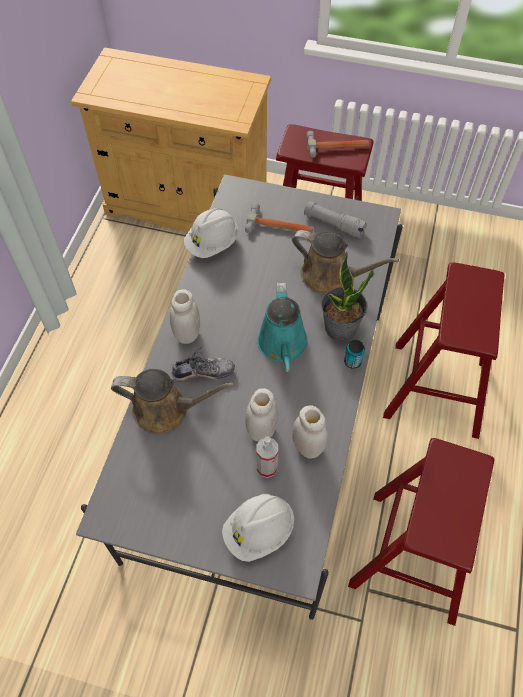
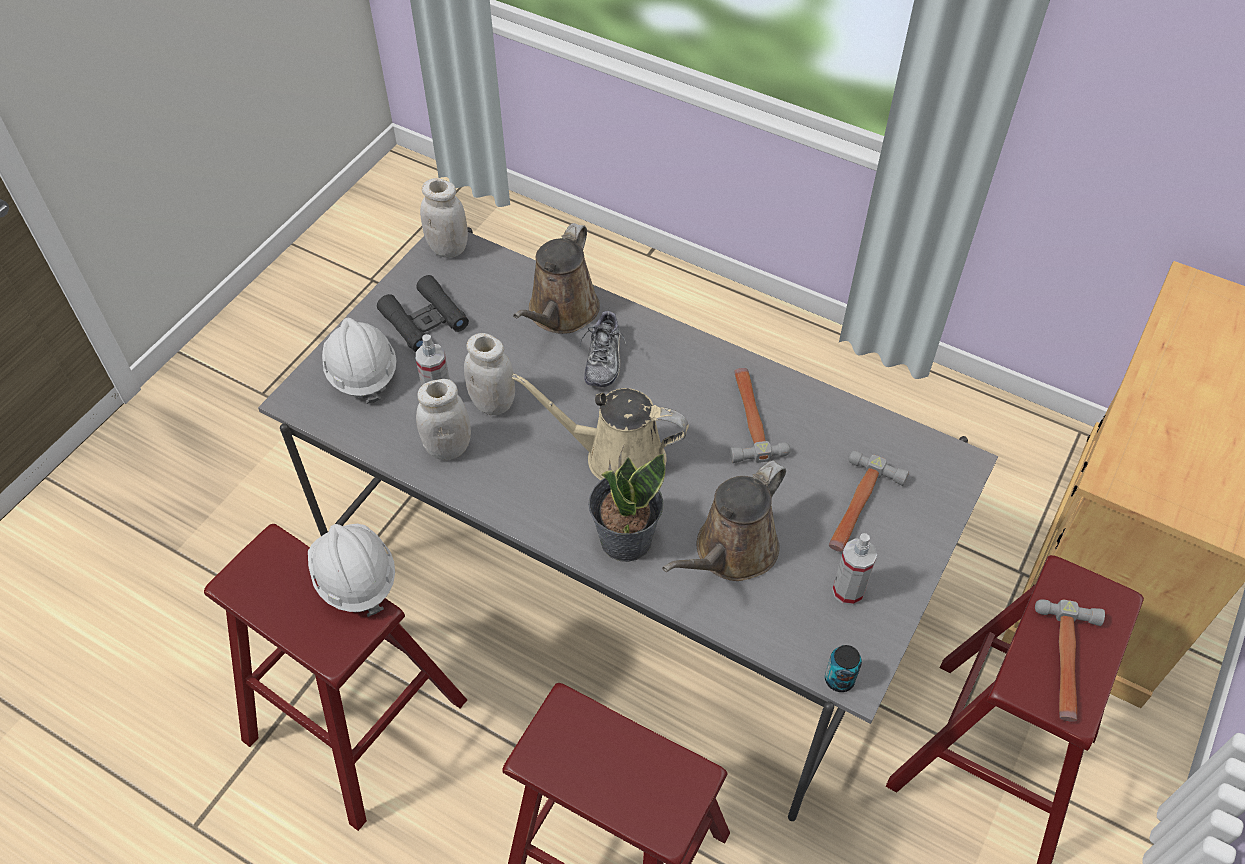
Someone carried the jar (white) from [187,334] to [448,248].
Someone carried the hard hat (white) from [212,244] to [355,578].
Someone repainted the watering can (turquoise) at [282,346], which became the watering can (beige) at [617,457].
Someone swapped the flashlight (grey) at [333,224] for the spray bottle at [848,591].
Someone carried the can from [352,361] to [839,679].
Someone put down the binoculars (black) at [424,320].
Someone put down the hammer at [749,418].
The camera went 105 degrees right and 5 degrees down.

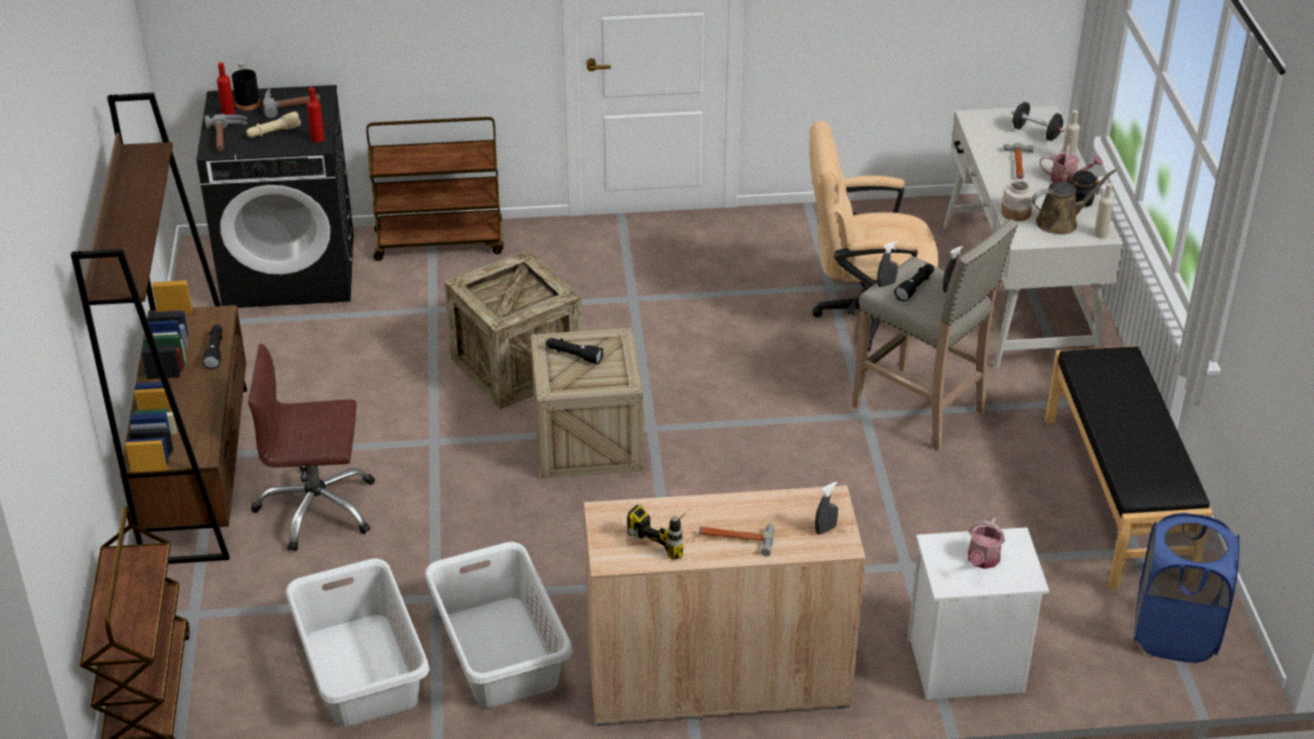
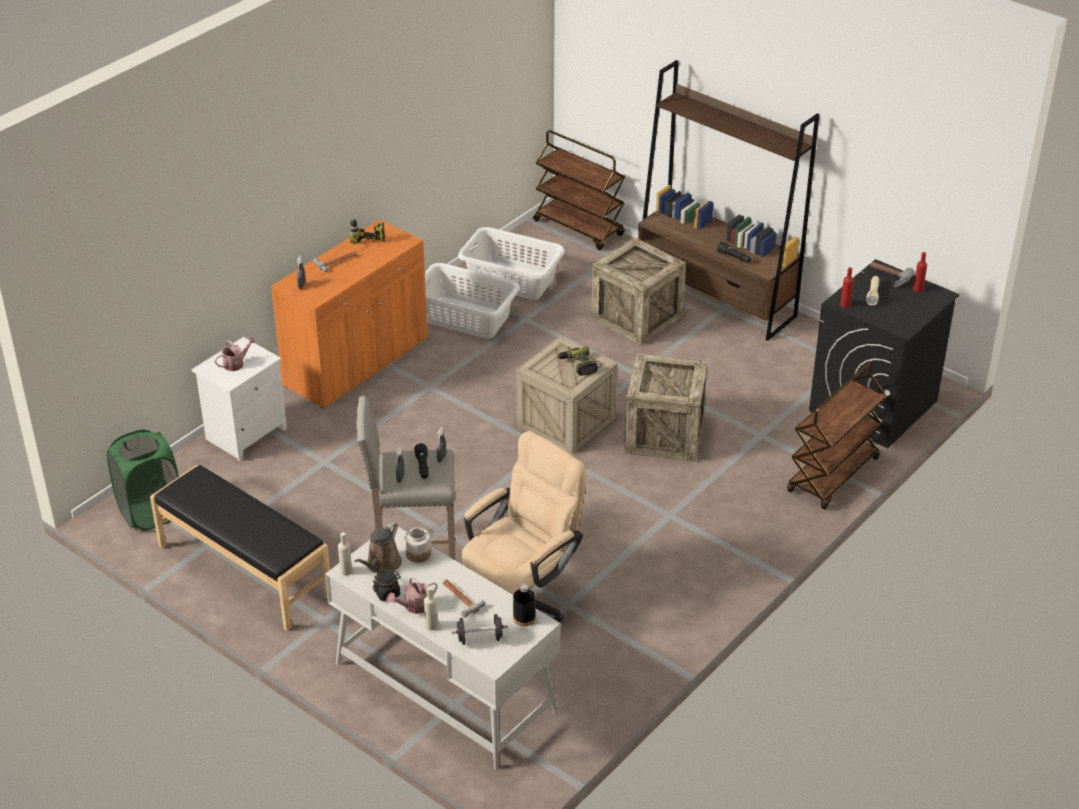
Someone carried the bottle (black) from [248,104] to [524,618].
Someone swapped the office chair (brown) at [317,508] for the crate at [636,317].
Someone took away the hammer at [291,104].
Someone swapped the flashlight (black) at [574,355] for the power drill at [577,365].
Someone repainted the cabinet (beige) at [717,679], which became the cabinet (orange) at [356,363].
Someone rotated the watering can at [982,561] by 75 degrees clockwise.
Someone repainted the laundry basket (blue) at [1175,633], which became the laundry basket (green) at [150,512].
The camera went 135 degrees right and 0 degrees up.

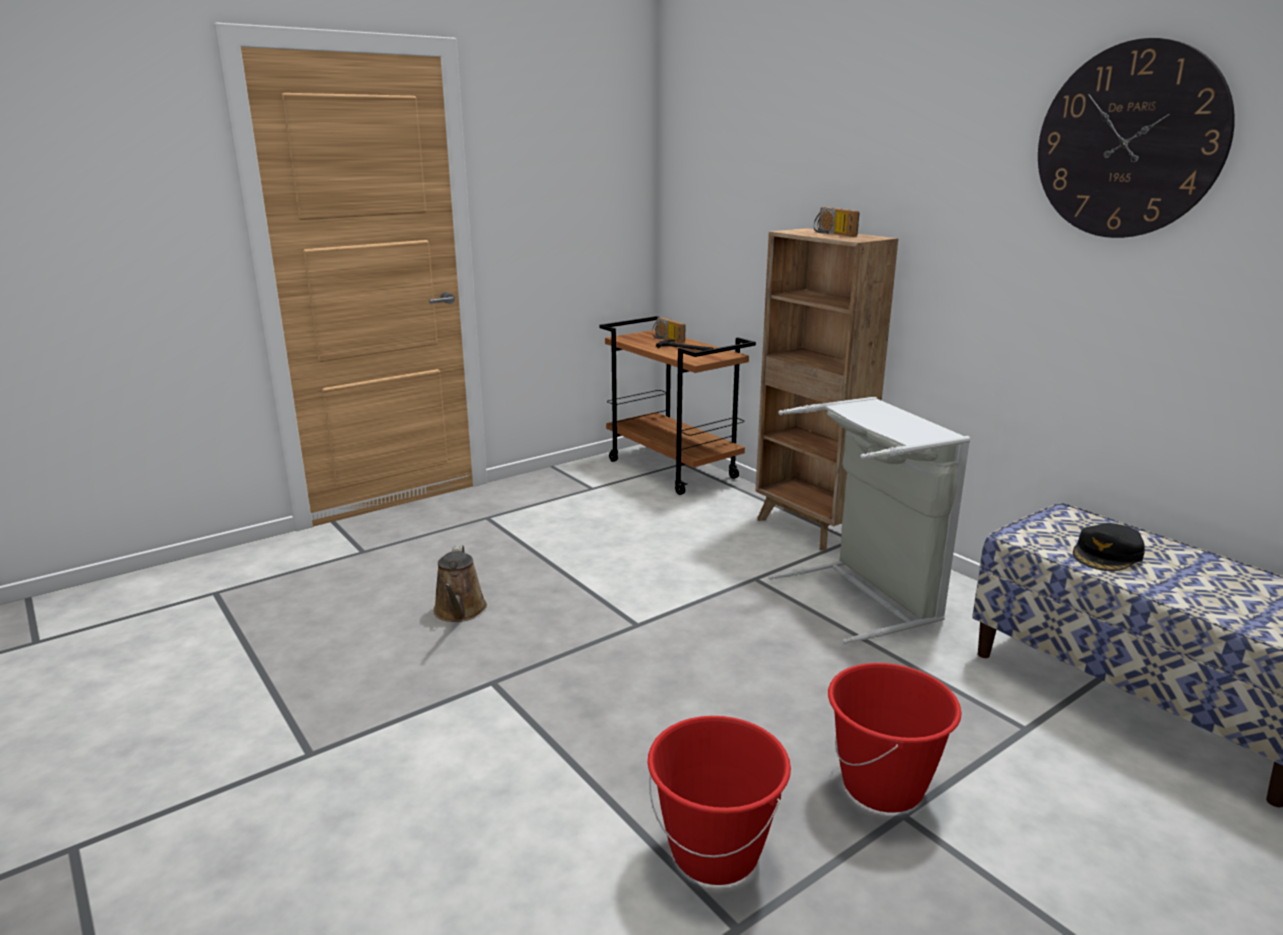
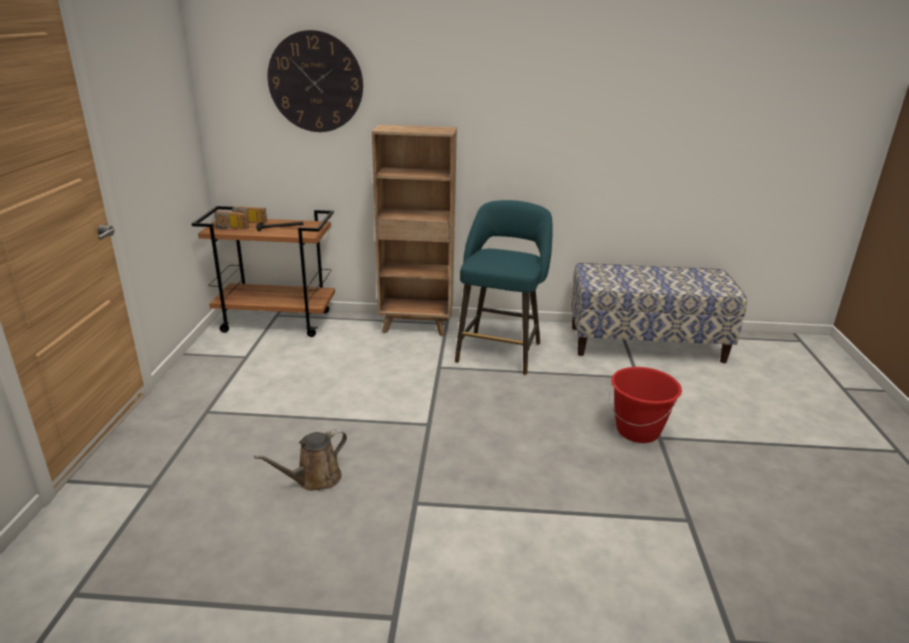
Someone rotated the watering can (brown) at [459,611] by 105 degrees clockwise.
Someone took away the bucket (red) at [715,852].
Someone swapped the laundry basket (grey) at [867,596] for the stool (turquoise) at [500,350].
Someone carried the radio from [832,233] to [229,228].
Someone carried the wall clock from [1129,141] to [315,82].
Someone took away the cap (black) at [1107,555].
The camera went 50 degrees left and 5 degrees up.

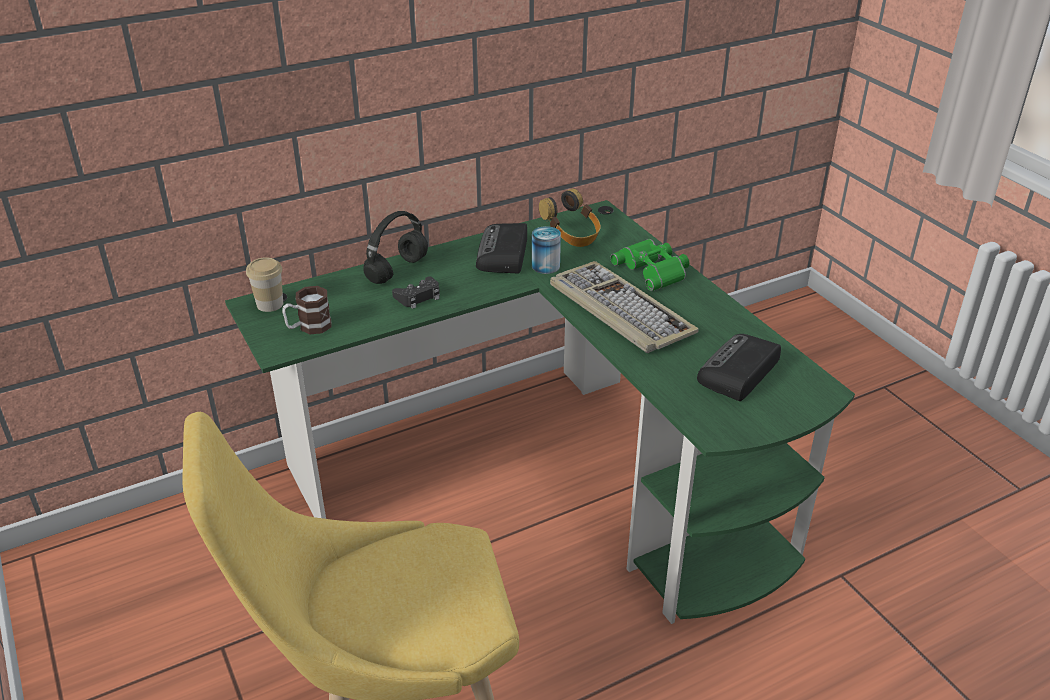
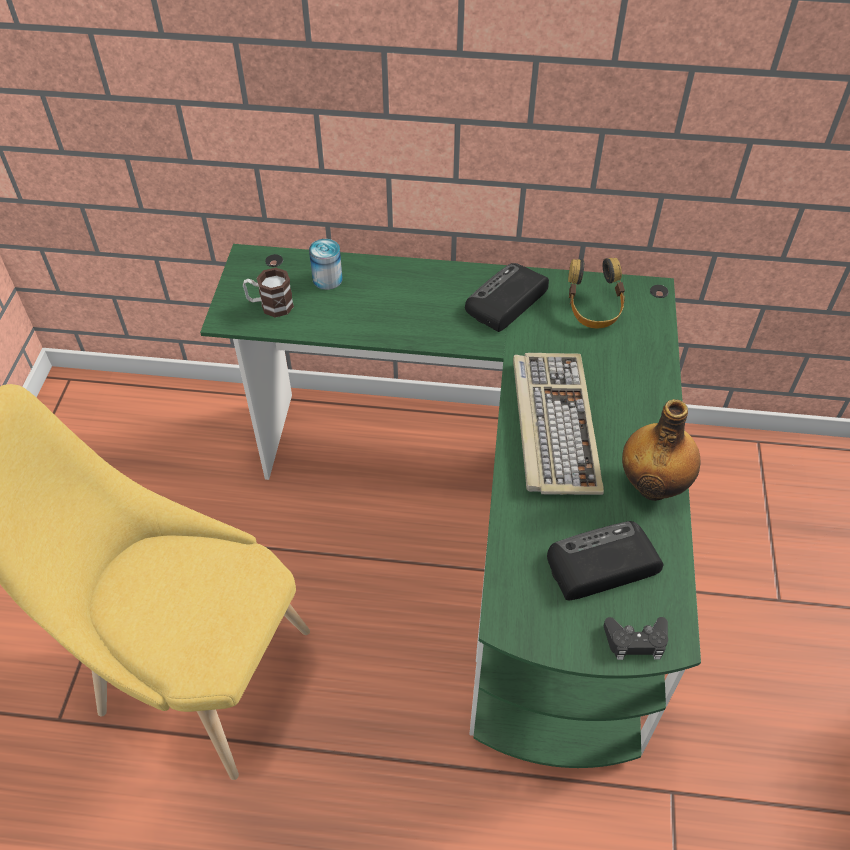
Someone took away the cup at [270,304].
Someone took away the headphones (black) at [397,269].
Someone carried the game controller (black) from [418,297] to [636,641].
Someone carried the can from [545,266] to [327,279].
Someone took away the binoculars (green) at [654,269].
Someone put down the bottle at [653,485].
The camera went 35 degrees right and 15 degrees up.

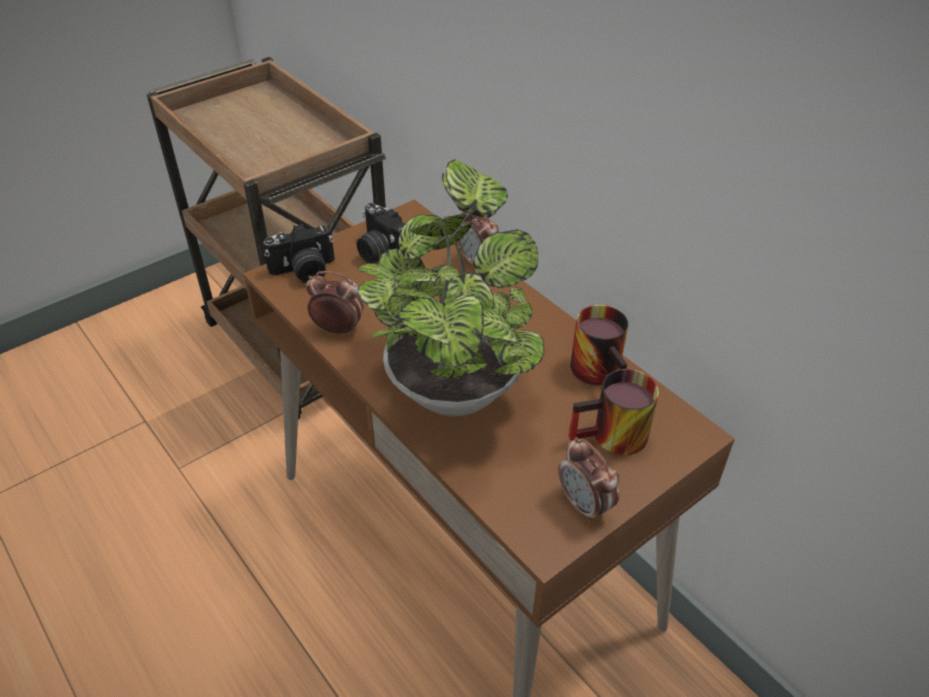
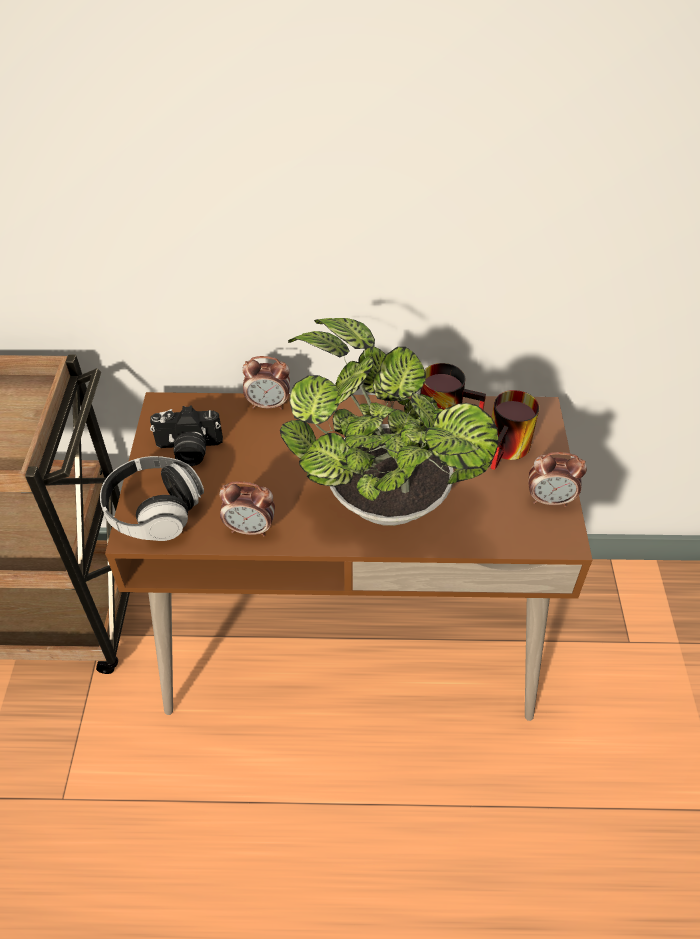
Someone swapped the photo camera at [304,272] for the headphones at [154,511].
Someone rotated the alarm clock at [338,329] by 135 degrees counterclockwise.
The camera went 50 degrees left and 5 degrees up.

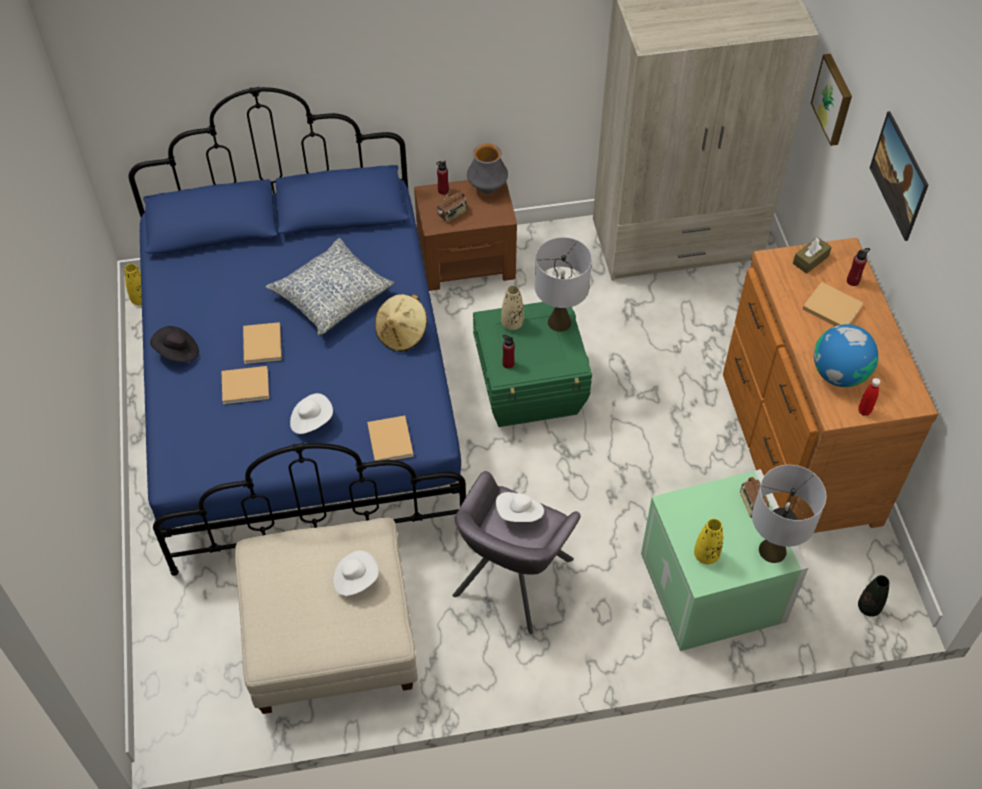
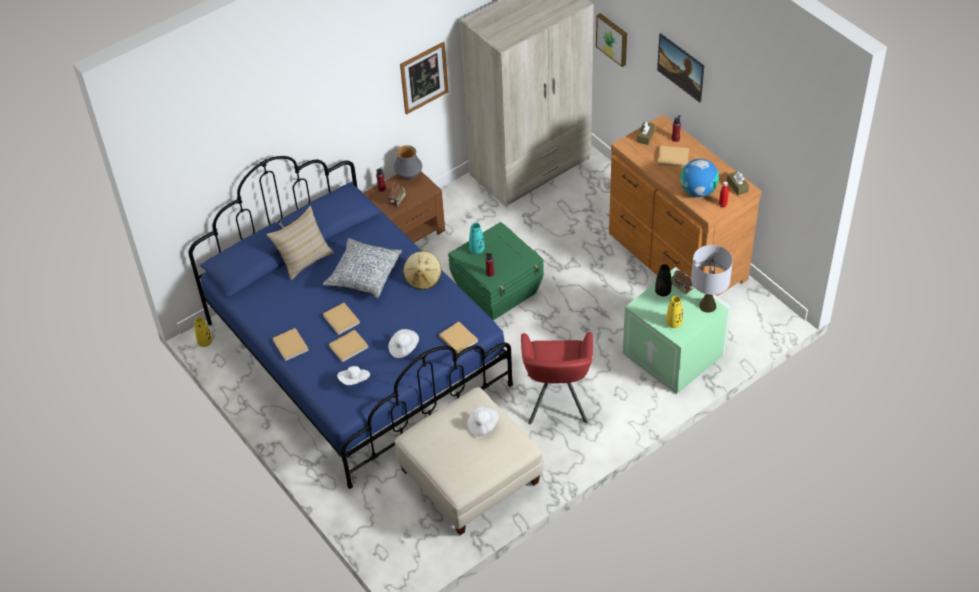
Someone swapped the hat (black) at [177,352] for the book (beige) at [291,346].
Someone repainted the armchair (grey) at [512,577], which became the armchair (red) at [557,399].
Someone carried the hat (white) from [519,514] to [355,381].
Someone repainted the vase (beige) at [512,323], which became the vase (turquoise) at [477,250].
Someone took away the table lamp (grey) at [559,322].
Someone carried the vase (black) from [868,607] to [662,292].
Someone put down the pillow (beige) at [304,258].
Someone put up the picture at [424,77].
Someone put down the tissue box (brown) at [737,186].
The camera went 25 degrees left and 5 degrees down.

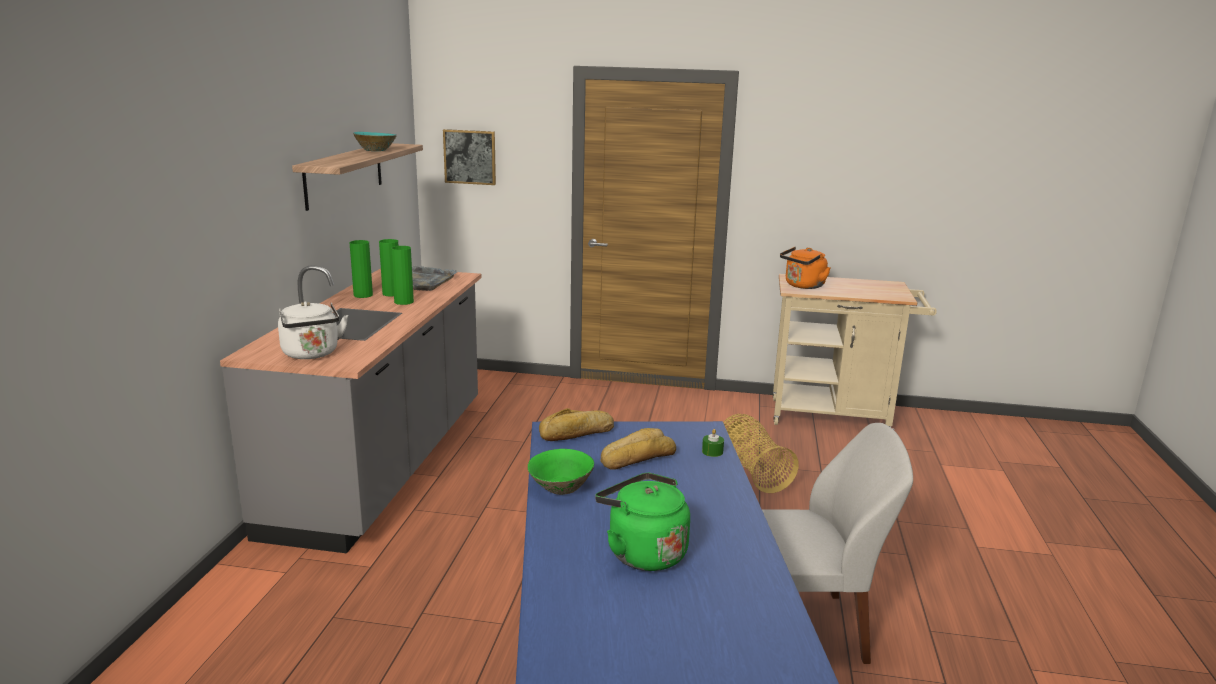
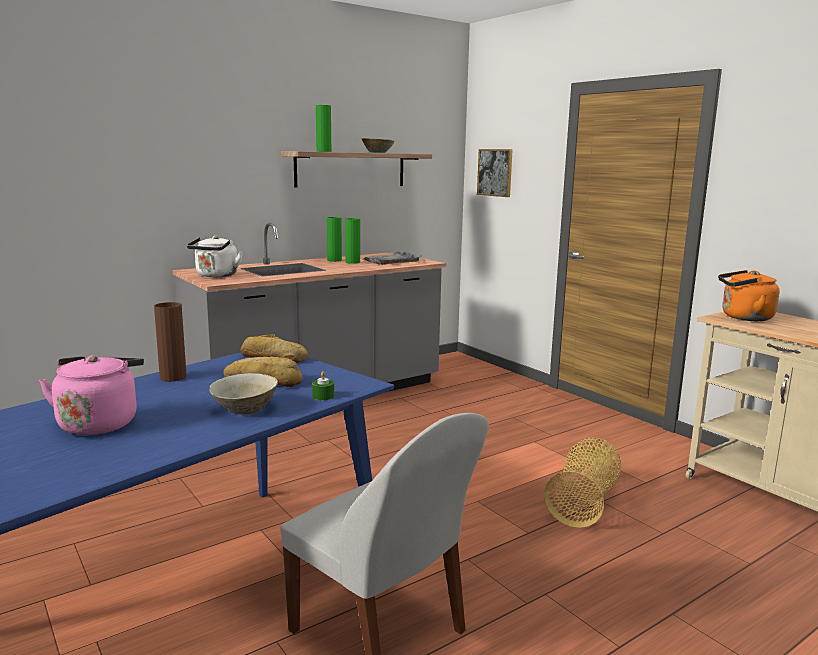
Someone carried the vase (green) from [404,302] to [323,151].
Someone swapped the bowl (green) at [560,487] for the vase (brown) at [173,377].
Someone repainted the kettle (green) at [642,552], which became the kettle (pink) at [99,423].
Someone put down the bowl (beige) at [245,409].
The camera went 45 degrees right and 5 degrees down.

